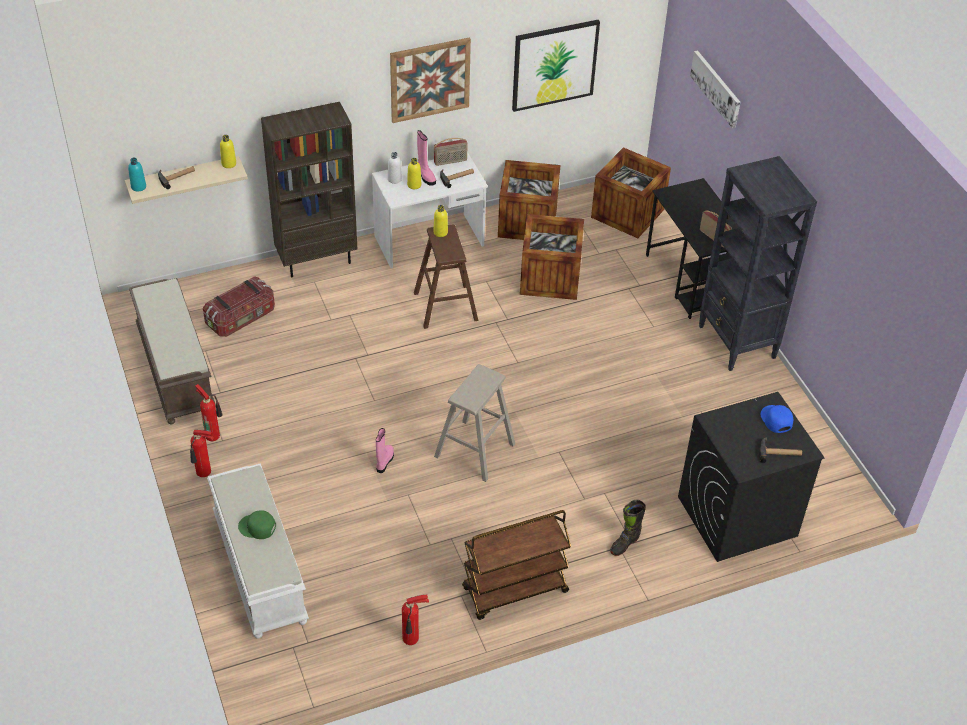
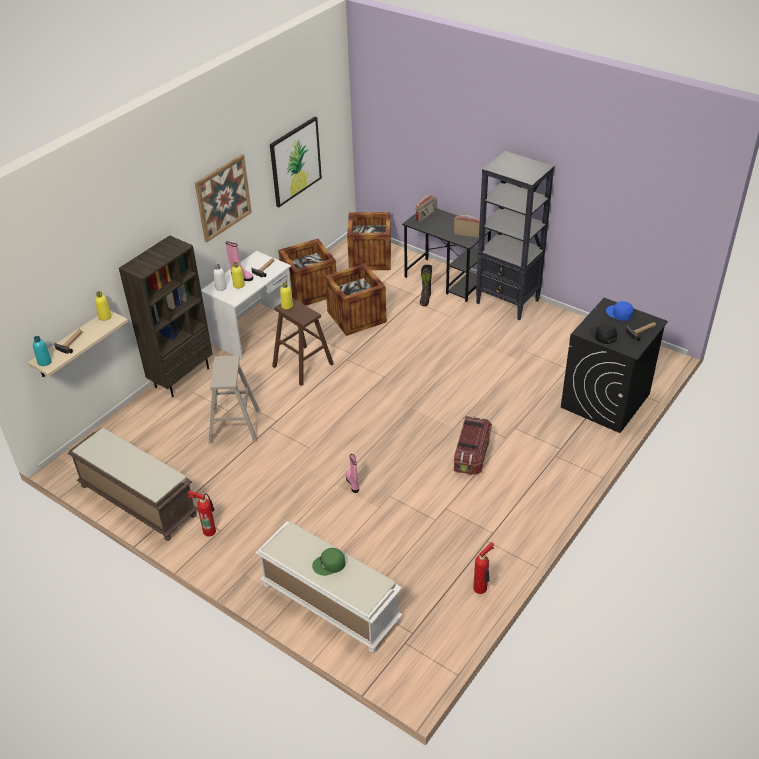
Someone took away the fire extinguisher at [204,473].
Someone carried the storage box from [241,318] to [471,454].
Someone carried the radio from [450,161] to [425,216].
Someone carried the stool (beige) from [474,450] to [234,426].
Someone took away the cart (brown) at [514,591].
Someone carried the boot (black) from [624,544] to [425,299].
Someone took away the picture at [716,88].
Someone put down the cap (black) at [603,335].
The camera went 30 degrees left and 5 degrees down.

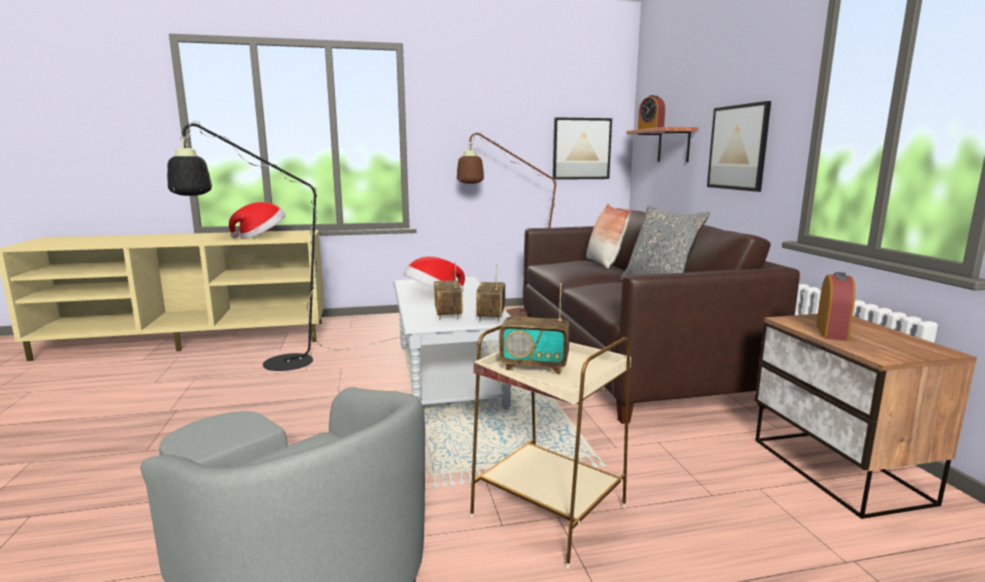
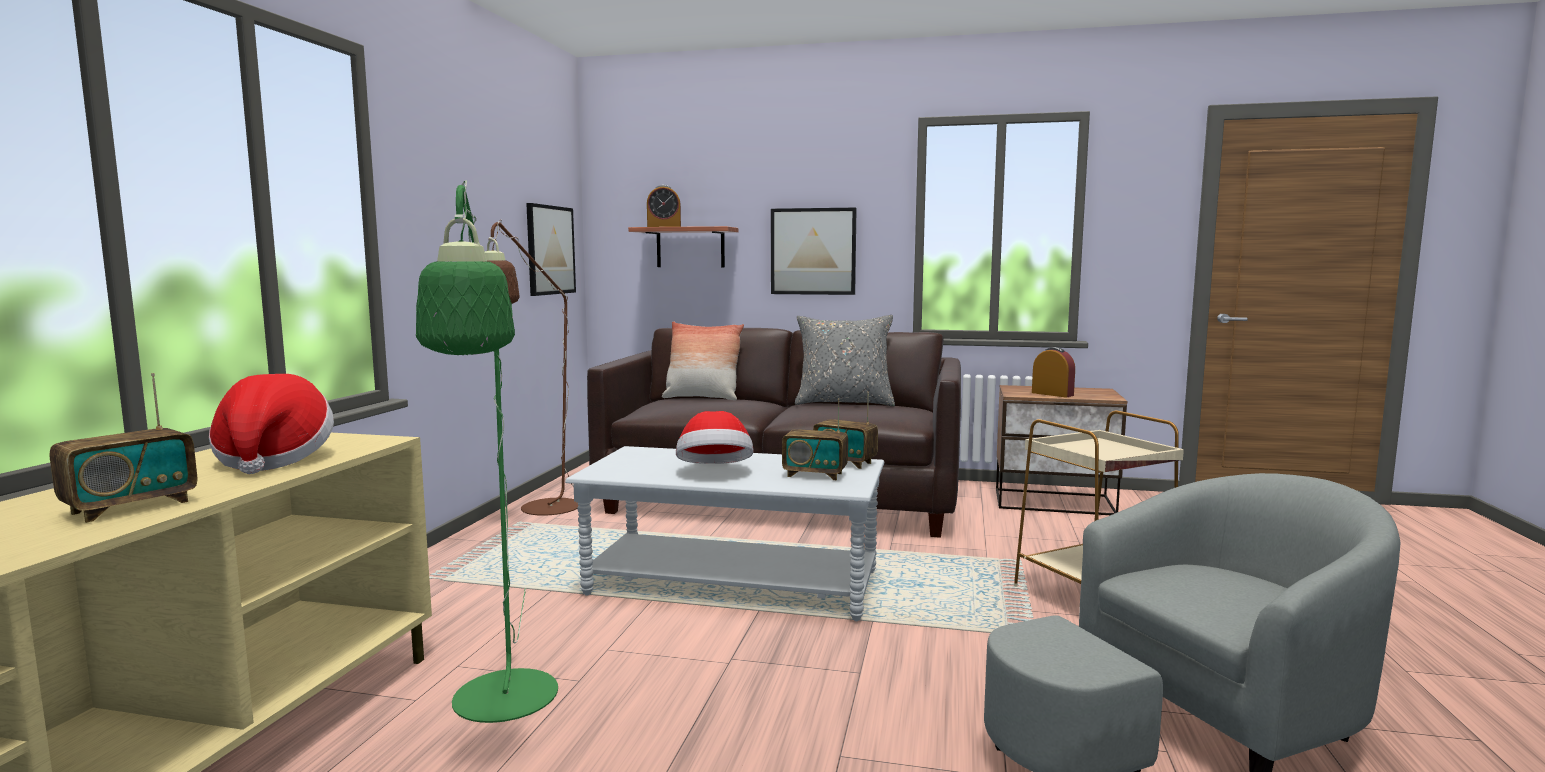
Someone repainted the floor lamp (black) at [275,365], which became the floor lamp (green) at [504,709].
Someone carried the radio from [534,366] to [130,507].
The camera went 65 degrees left and 5 degrees down.

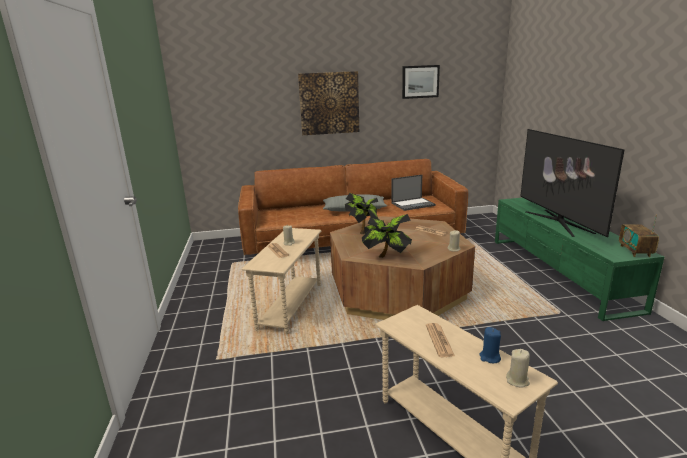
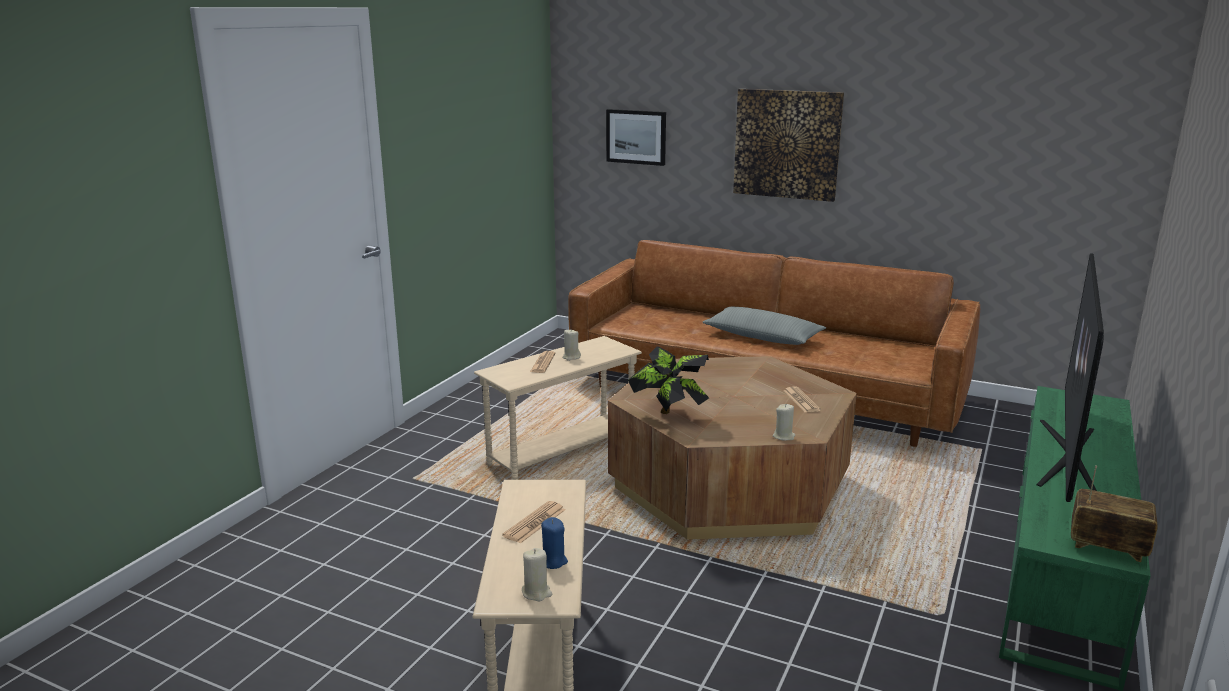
Someone took away the potted plant at [363,231].
Someone took away the laptop at [413,204].
Someone carried the picture from [420,81] to [636,137].
Someone rotated the radio at [635,251] by 75 degrees clockwise.
The camera went 35 degrees right and 0 degrees up.

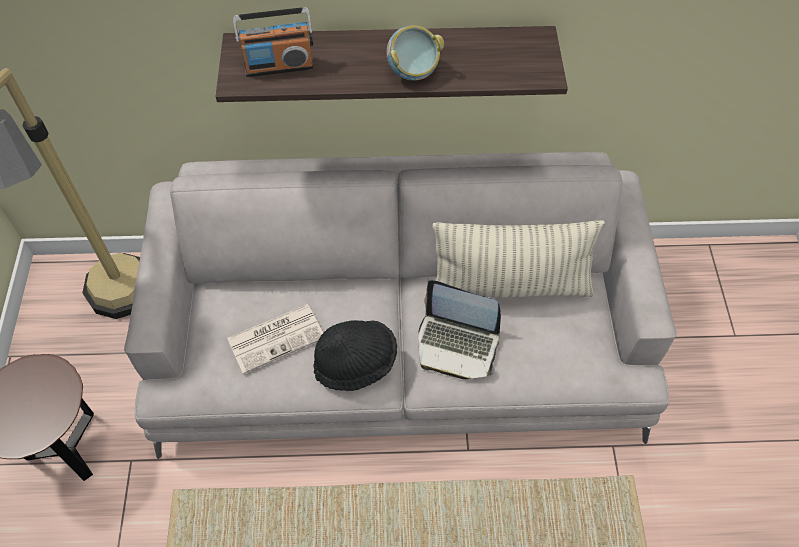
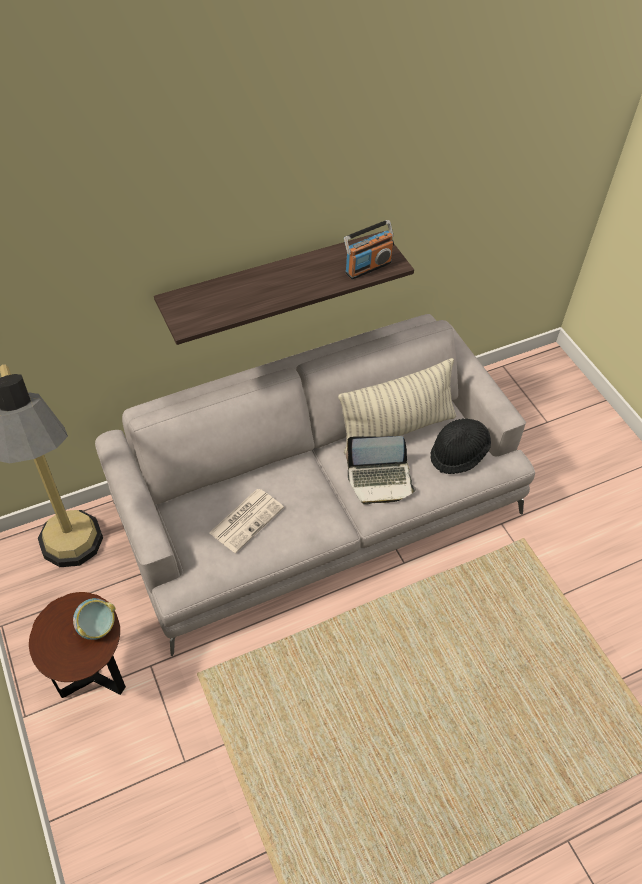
Someone carried the radio from [279,66] to [367,267].
Someone carried the hat (black) from [356,363] to [458,454].
Someone carried the bowl from [413,72] to [97,628].
The camera went 25 degrees left and 5 degrees down.

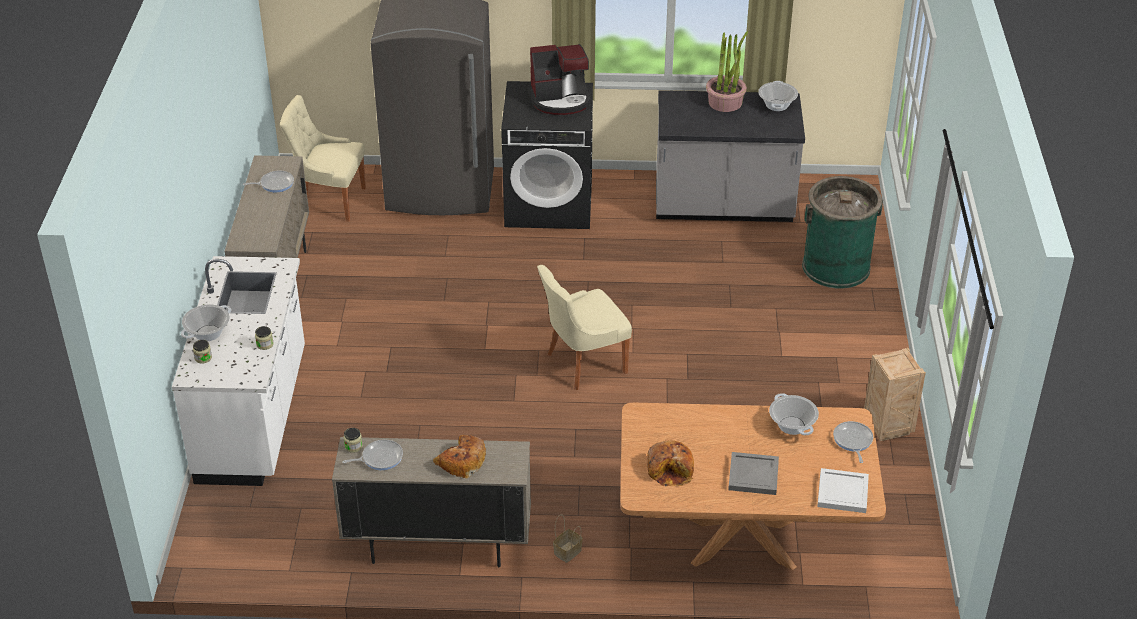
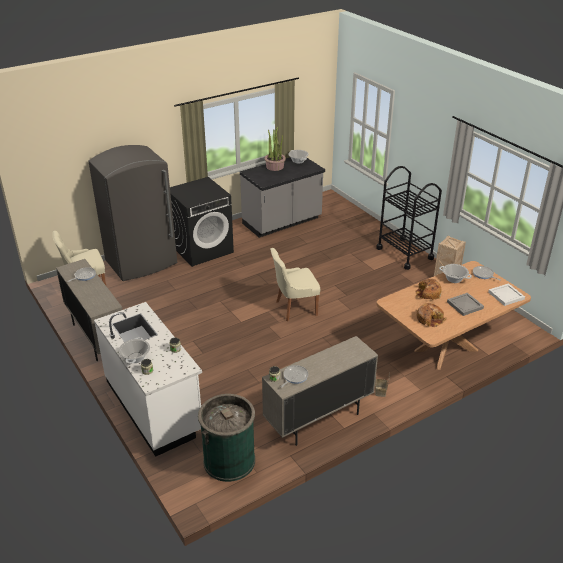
Someone carried the bread from [461,461] to [427,293].
Someone took away the coffee machine at [560,99].
Someone rotated the chair (beige) at [583,363] by 45 degrees clockwise.
Someone carried the trash can (green) from [836,267] to [229,460].
Someone put down the cart (black) at [404,253].
The camera went 35 degrees left and 5 degrees down.

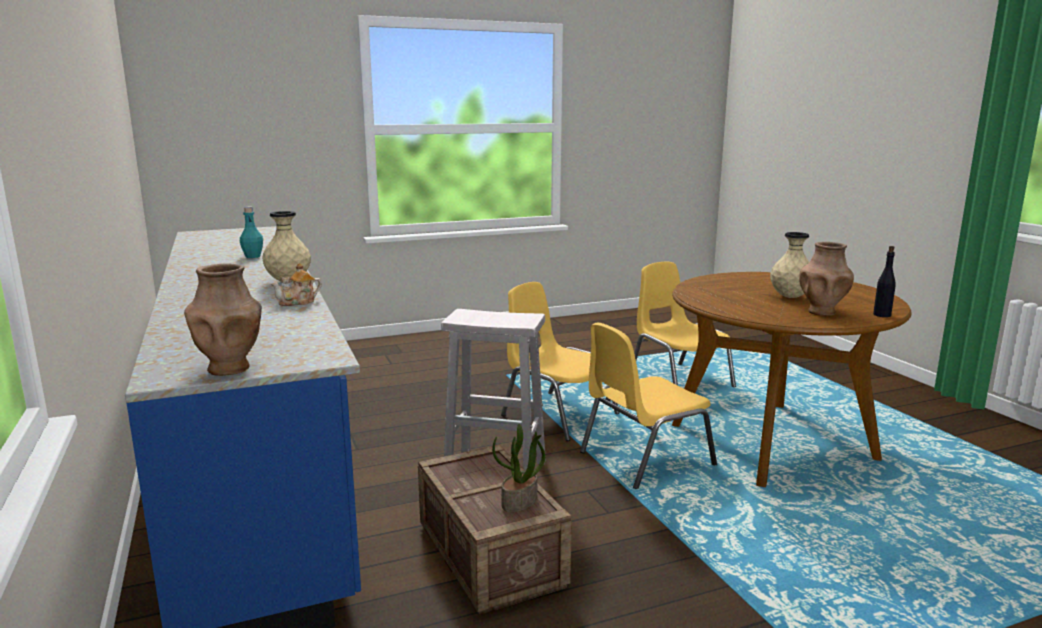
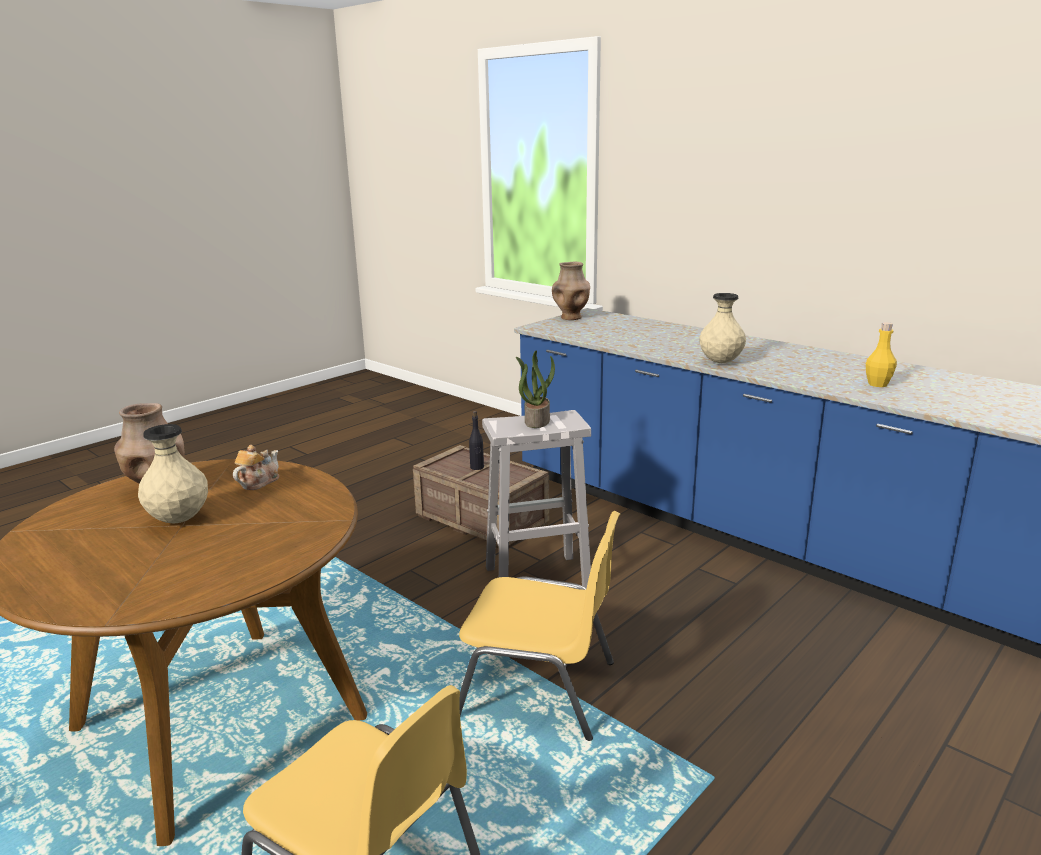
Someone repainted the bottle (turquoise) at [253,256], which became the bottle (yellow) at [878,384].
Someone carried the teapot from [298,302] to [258,482].
Someone carried the potted plant from [519,502] to [536,421].
Someone took away the chair (yellow) at [643,458].
Someone carried the bottle (black) from [882,315] to [477,467].
The camera went 155 degrees right and 5 degrees up.

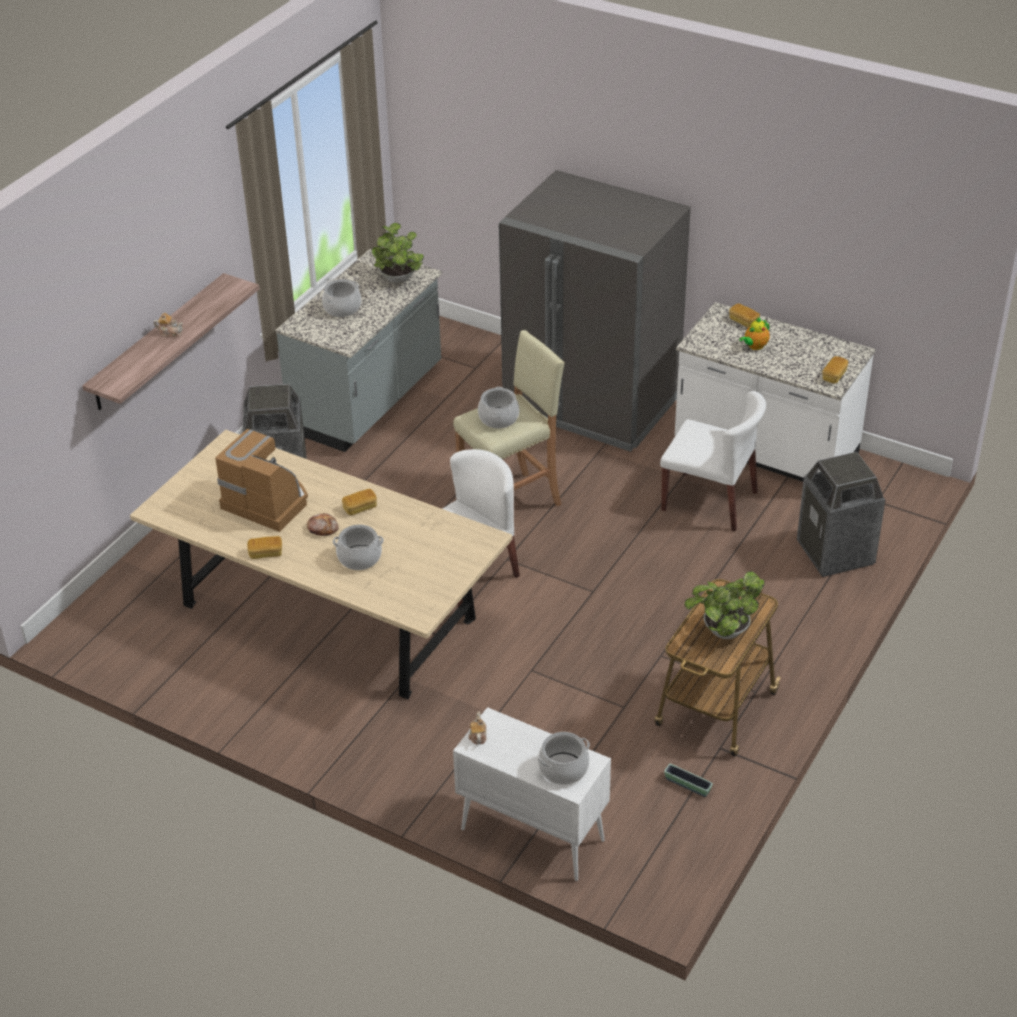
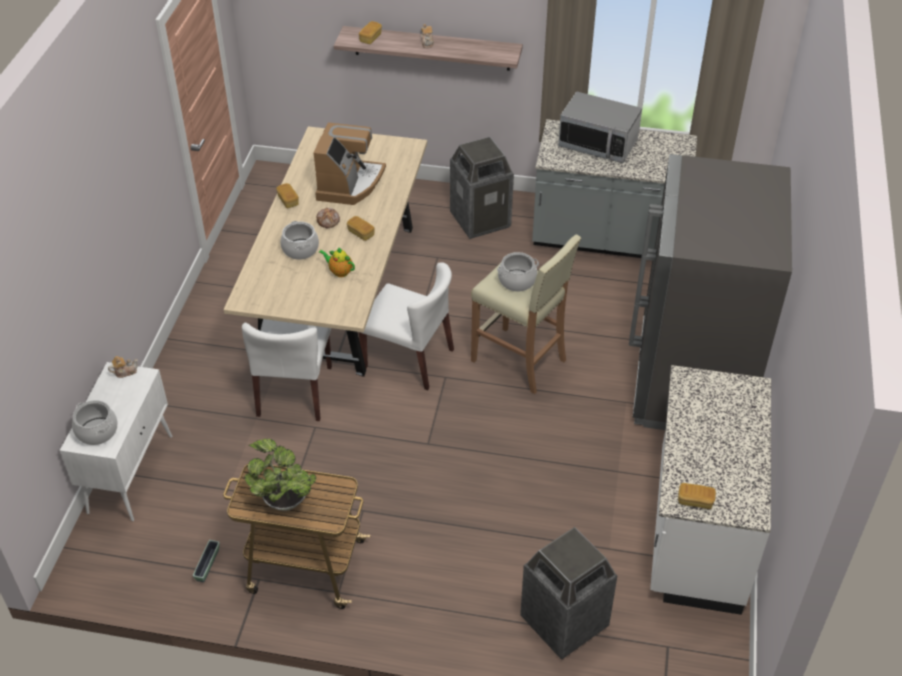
Someone swapped the cooking pot at [342,308] for the microwave at [598,144].
Someone took away the potted plant at [398,280].
Someone carried the chair (white) from [710,501] to [295,391].
Someone carried the bread from [743,321] to [370,38].
Someone carried the teapot from [754,346] to [339,272].
The camera went 70 degrees right and 5 degrees up.

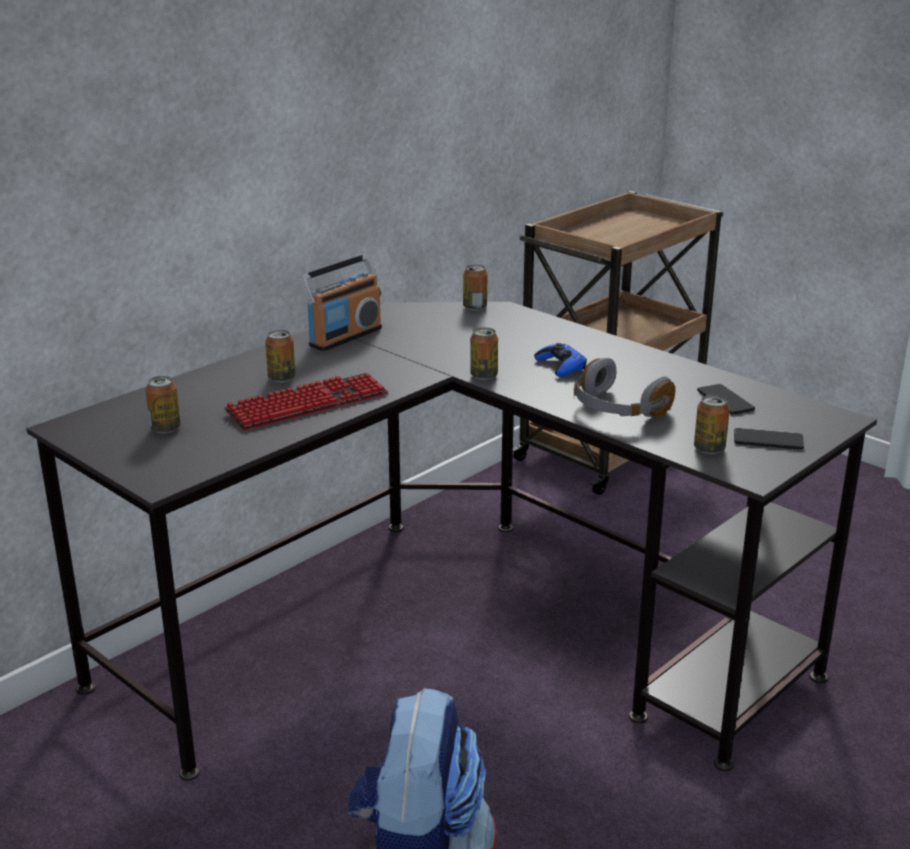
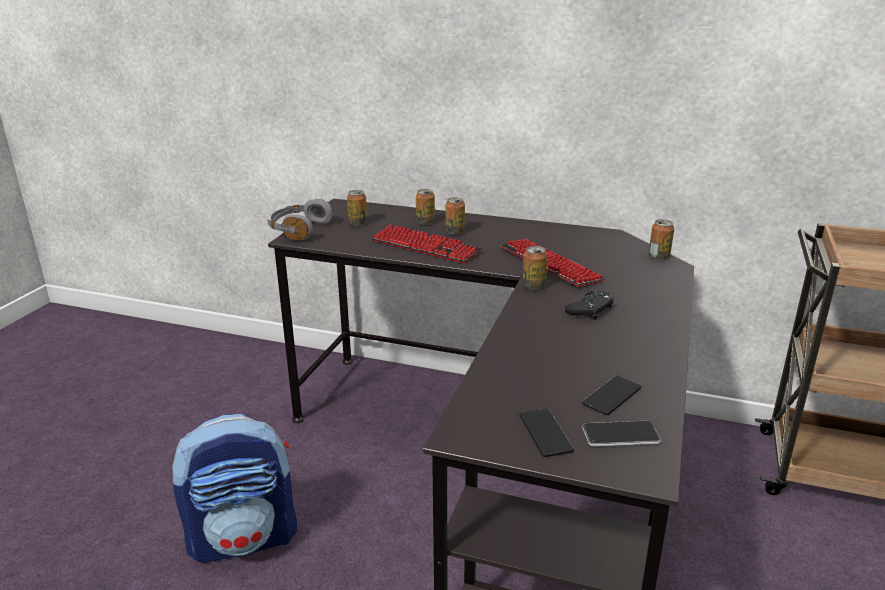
Someone took away the radio at [344,337].
Someone repainted the game controller (blue) at [561,366], which became the game controller (black) at [589,309].
Someone carried the headphones (grey) from [617,409] to [299,230].
Someone carried the can from [709,449] to [425,222].
Someone put down the keyboard at [549,265].
Someone put down the phone at [620,435].
The camera went 65 degrees right and 0 degrees up.

